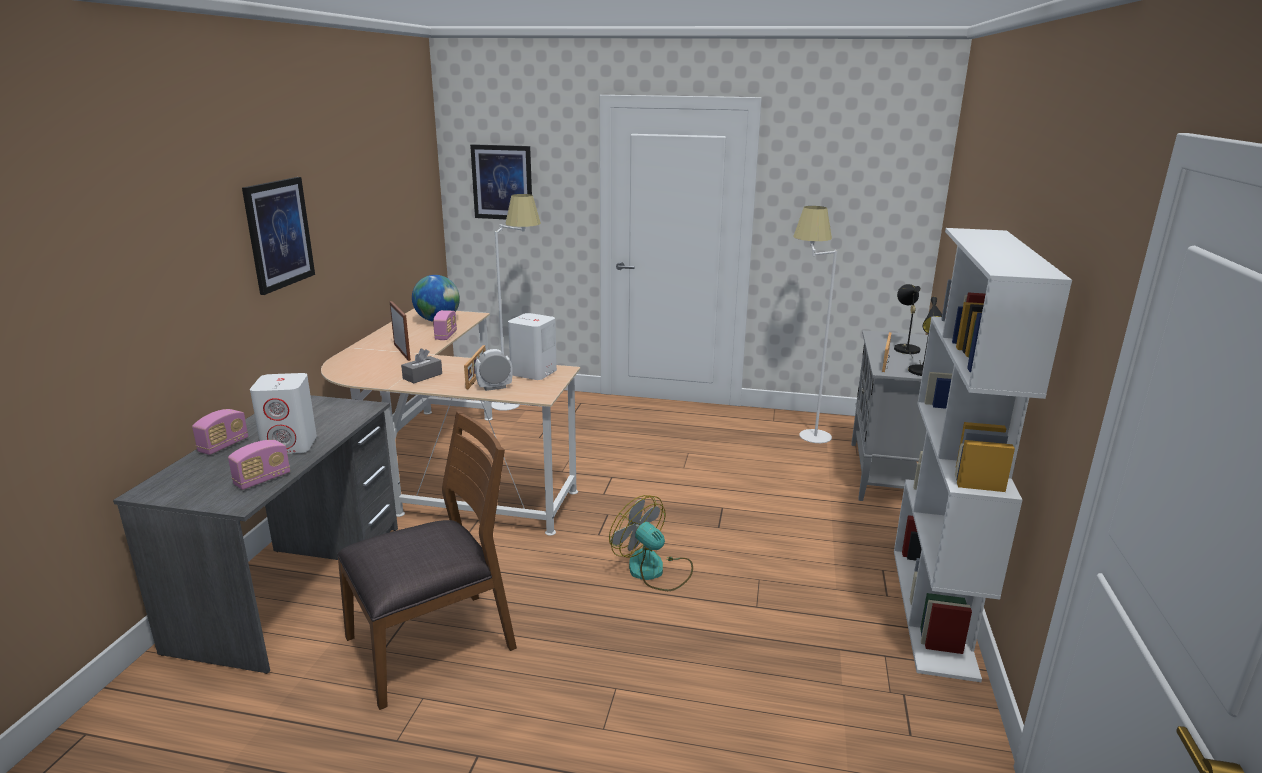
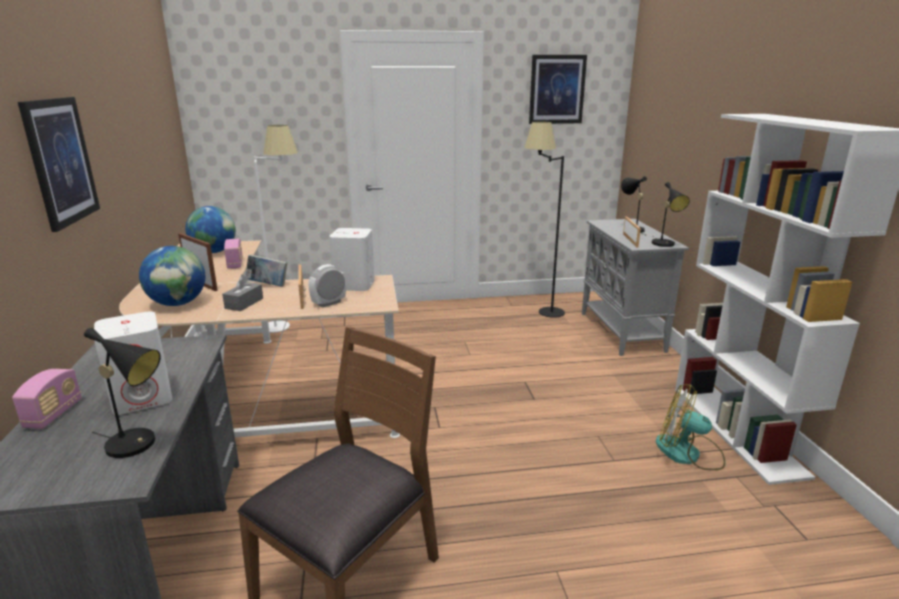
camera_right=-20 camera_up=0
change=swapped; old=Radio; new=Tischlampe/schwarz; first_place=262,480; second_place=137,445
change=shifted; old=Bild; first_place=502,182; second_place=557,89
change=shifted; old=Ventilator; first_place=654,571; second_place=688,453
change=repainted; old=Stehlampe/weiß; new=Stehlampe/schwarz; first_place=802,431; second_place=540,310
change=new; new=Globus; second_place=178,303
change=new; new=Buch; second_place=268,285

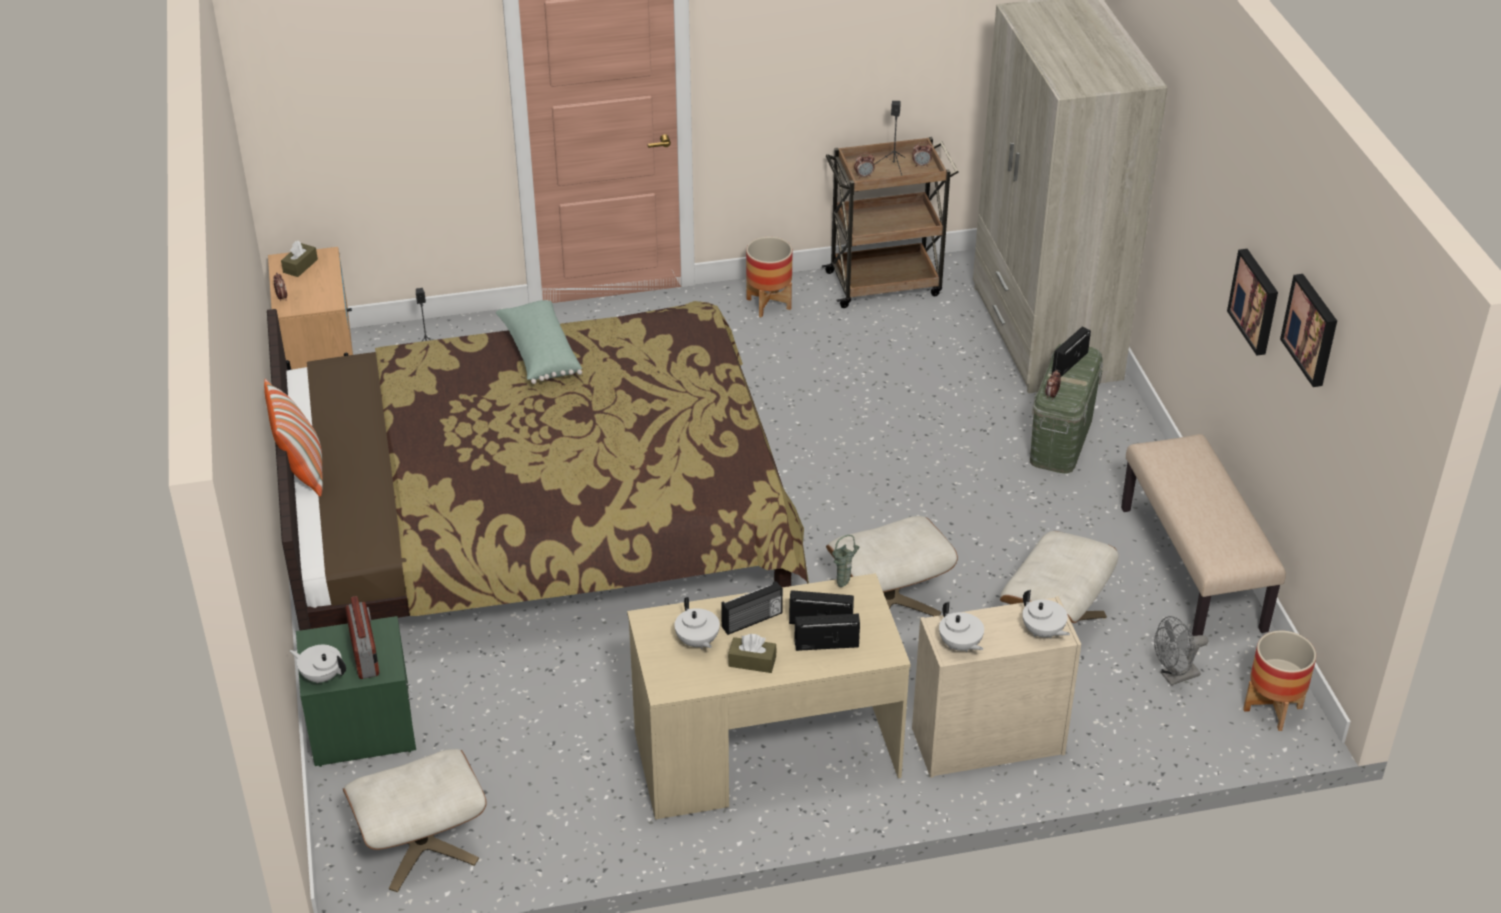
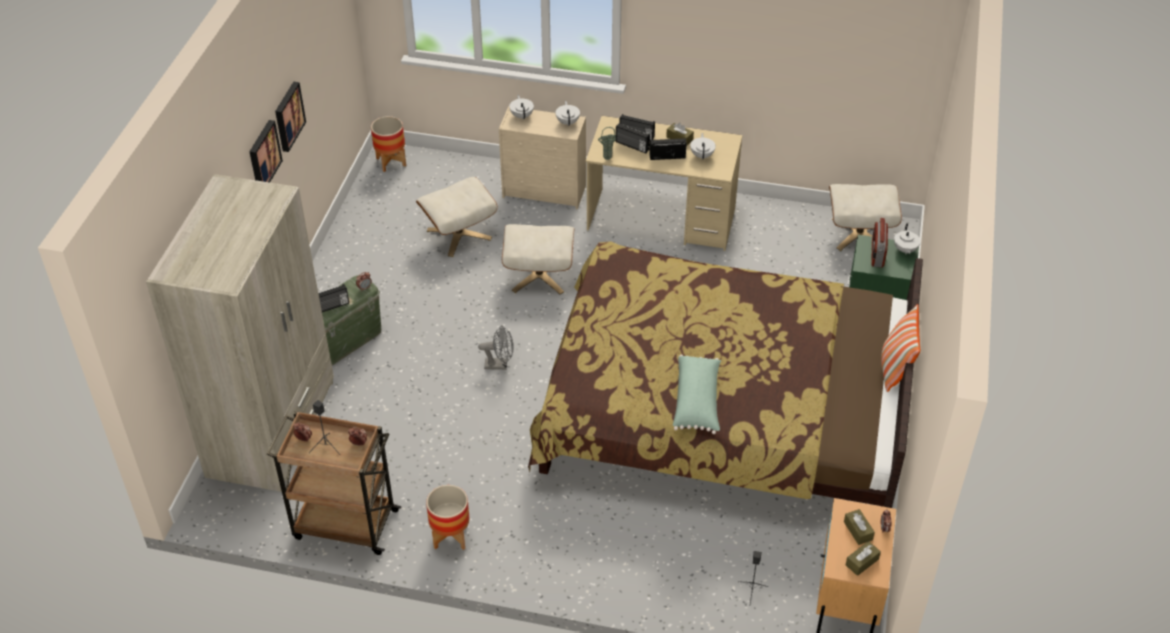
camera_right=-155 camera_up=5
change=rotated; old=Teekanne/weiß; first_place=321,675; second_place=904,250; degrees=45
change=gone; old=Bank/beige; first_place=1193,569
change=shifted; old=Ventilator/grau; first_place=1174,677; second_place=500,365
change=shifted; old=Bild; first_place=1312,329; second_place=263,155
change=new; new=Taschentuchbox/braun; second_place=858,531

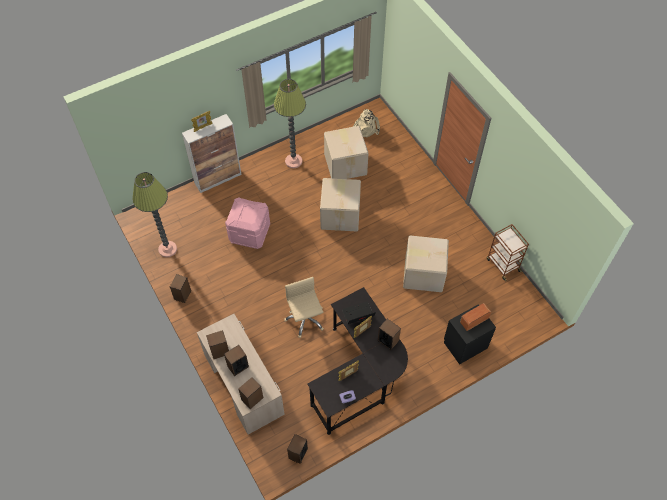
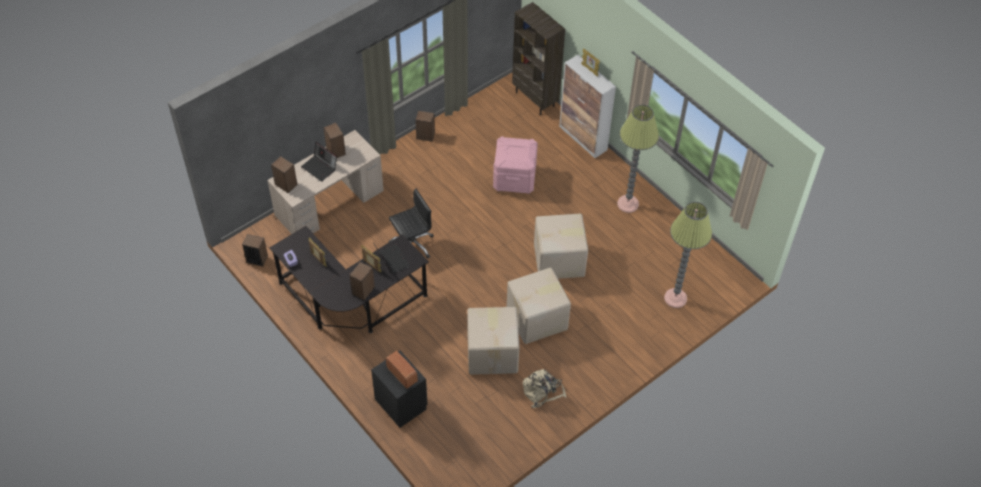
camera_right=80 camera_up=-5
change=shifted; old=Stehlampe; first_place=167,249; second_place=675,298
change=swapped; old=Lautsprecher; new=Laptop; first_place=238,366; second_place=320,167
change=repainted; old=Bürostuhl/beige; new=Bürostuhl/schwarz; first_place=305,319; second_place=412,244
change=shifted; old=Karton; first_place=346,164; second_place=538,319
change=shifted; old=Rucksack/beige; first_place=366,127; second_place=542,391
change=gone; old=Rollwagen/braun; first_place=502,264
change=new; new=Bücherregal/braun; second_place=535,99

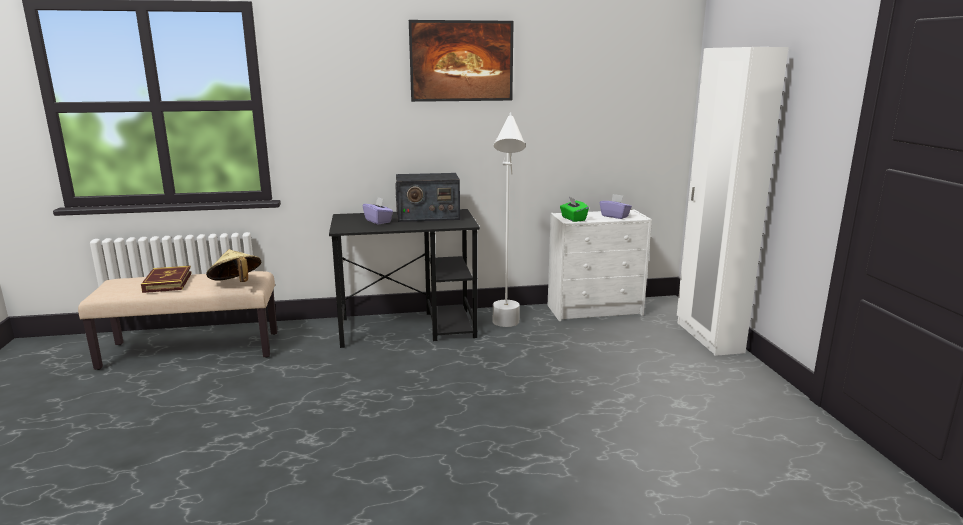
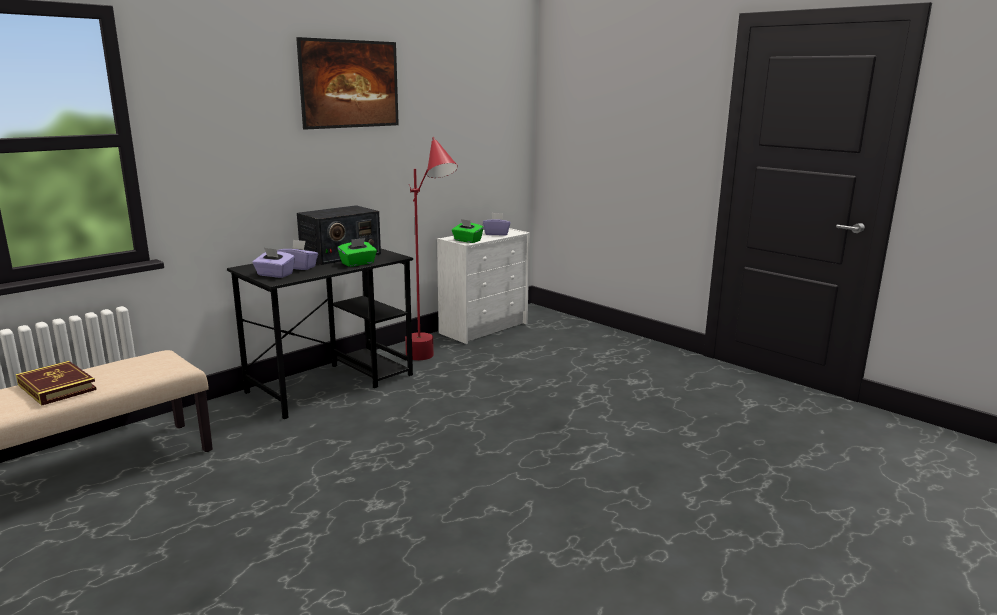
camera_right=-35 camera_up=0
change=gone; old=Hut/beige; first_place=236,284
change=repainted; old=Stehlampe/weiß; new=Stehlampe/rot; first_place=506,330; second_place=431,362
change=gone; old=Kleiderschrank/weiß; first_place=708,337
change=new; new=Taschentuchbox/lila; second_place=274,275
change=new; new=Taschentuchbox/grün; second_place=358,263

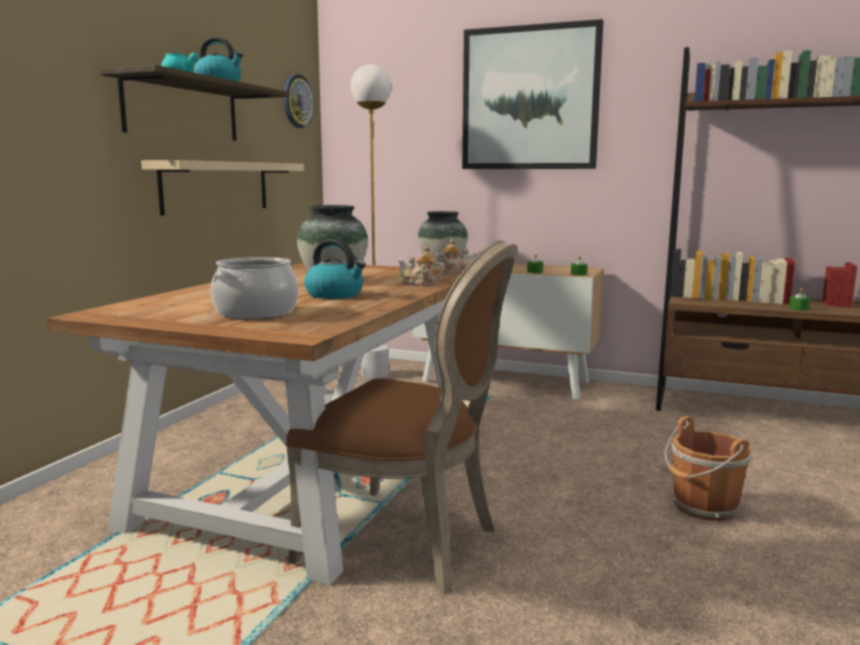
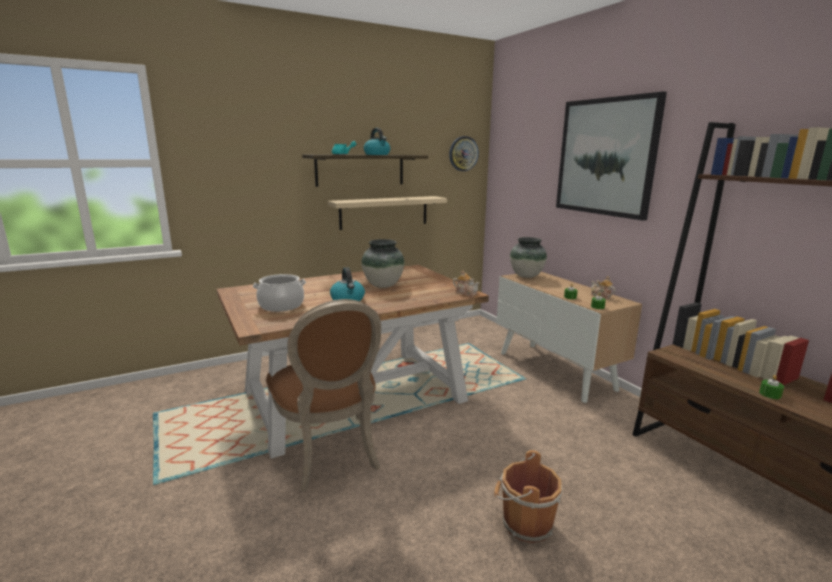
camera_right=40 camera_up=5
change=gone; old=Stehlampe/weiß; first_place=375,375
change=shifted; old=Teekanne; first_place=420,283; second_place=600,296

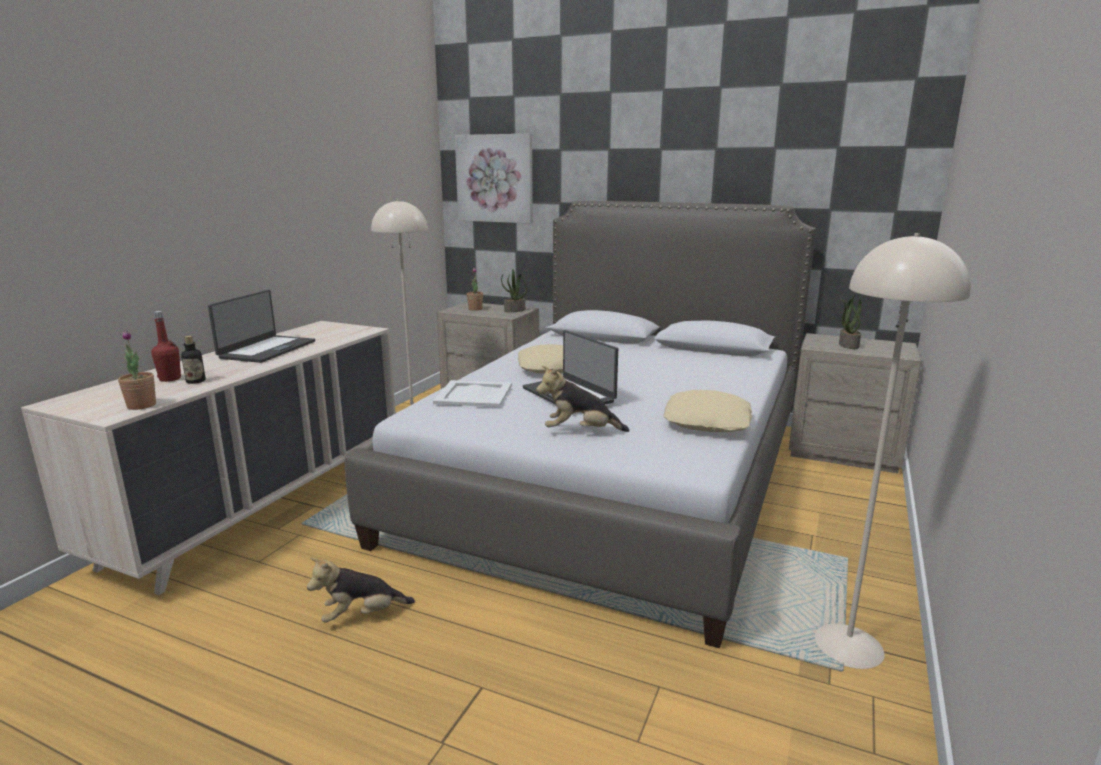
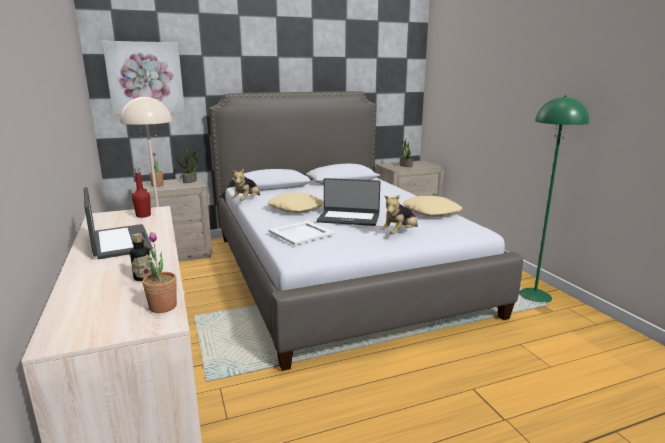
camera_right=-45 camera_up=0
change=shifted; old=Flasche/rot; first_place=170,379; second_place=143,215
change=shifted; old=Plüschtier; first_place=362,615; second_place=247,201
change=repainted; old=Stehlampe/beige; new=Stehlampe/grün; first_place=848,645; second_place=535,295

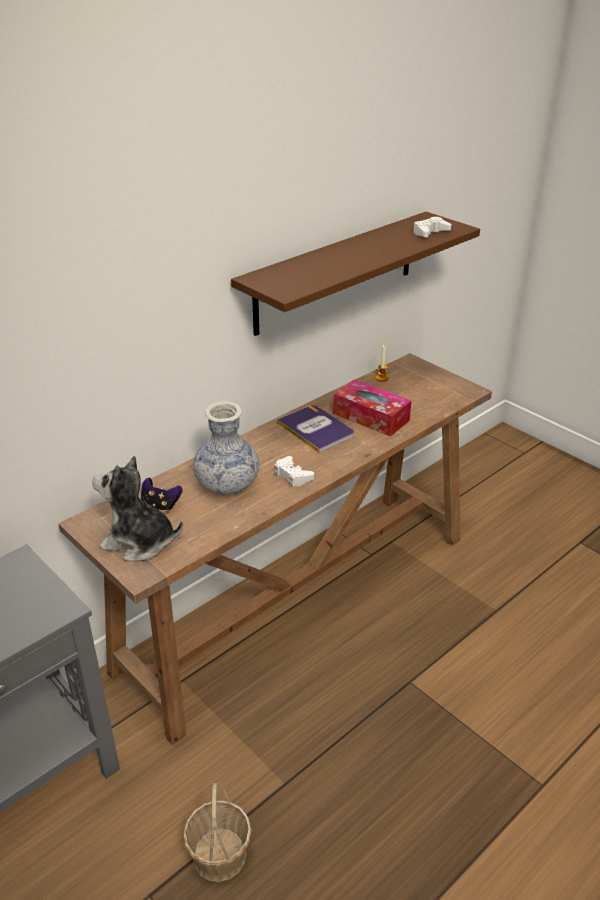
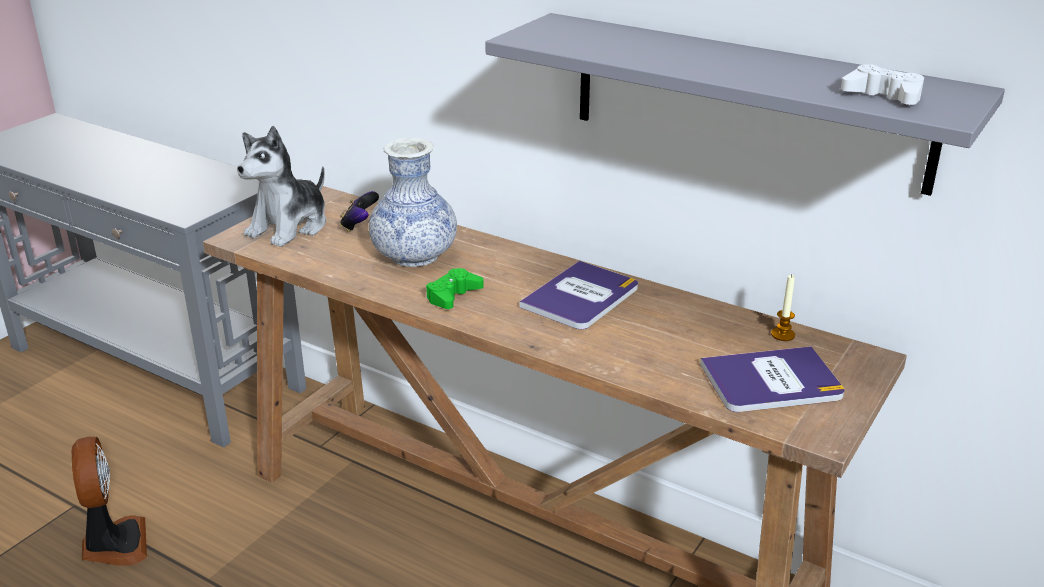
camera_right=75 camera_up=-5
change=rotated; old=Plüschtier; first_place=139,542; second_place=290,227; degrees=-150
change=swapped; old=Korb; new=Ventilator; first_place=219,855; second_place=114,544
change=repainted; old=Wandregal/braun; new=Wandregal/grau; first_place=336,272; second_place=748,101
change=repainted; old=Gamepad/weiß; new=Gamepad/grün; first_place=292,475; second_place=453,295
change=gone; old=Taschentuchbox; first_place=371,417
change=new; new=Buch; second_place=771,381

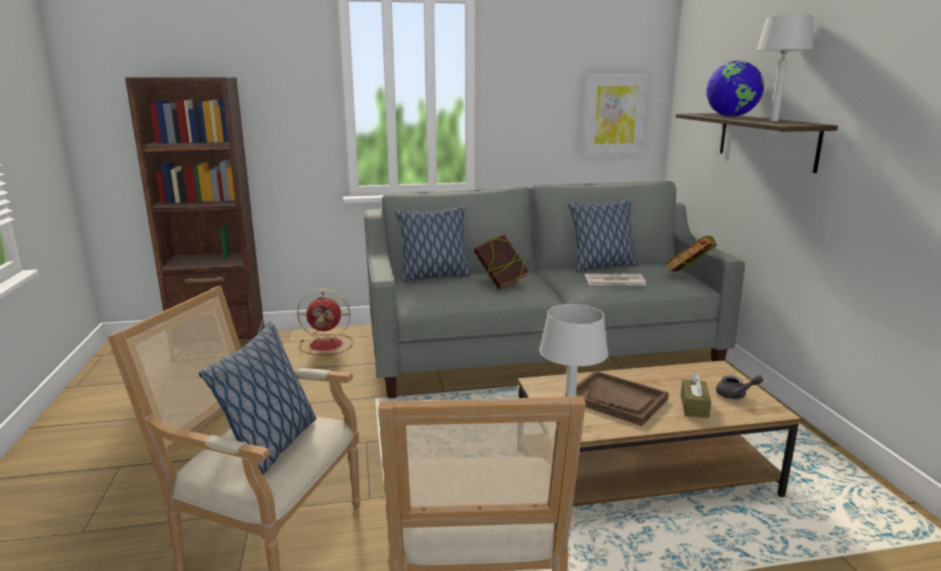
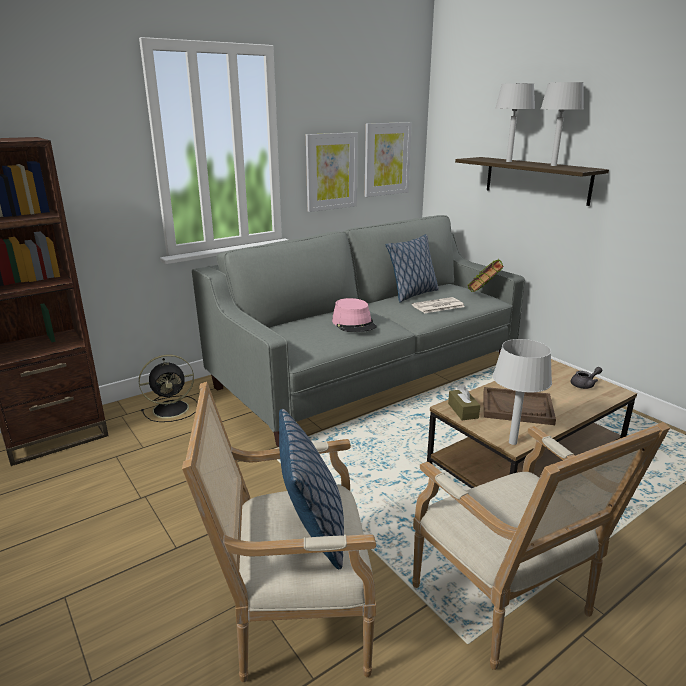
camera_right=-25 camera_up=5
change=repainted; old=Ventilator/rot; new=Ventilator/schwarz; first_place=327,345; second_place=172,409
change=gone; old=Kissen; first_place=434,276
change=swapped; old=Buch; new=Hut/rosa; first_place=500,284; second_place=354,324
change=shifted; old=Taschentuchbox/braun; first_place=694,406; second_place=463,410
change=swapped; old=Globus; new=Tischlampe/grau; first_place=731,116; second_place=509,161
change=new; new=Bild; second_place=331,171

